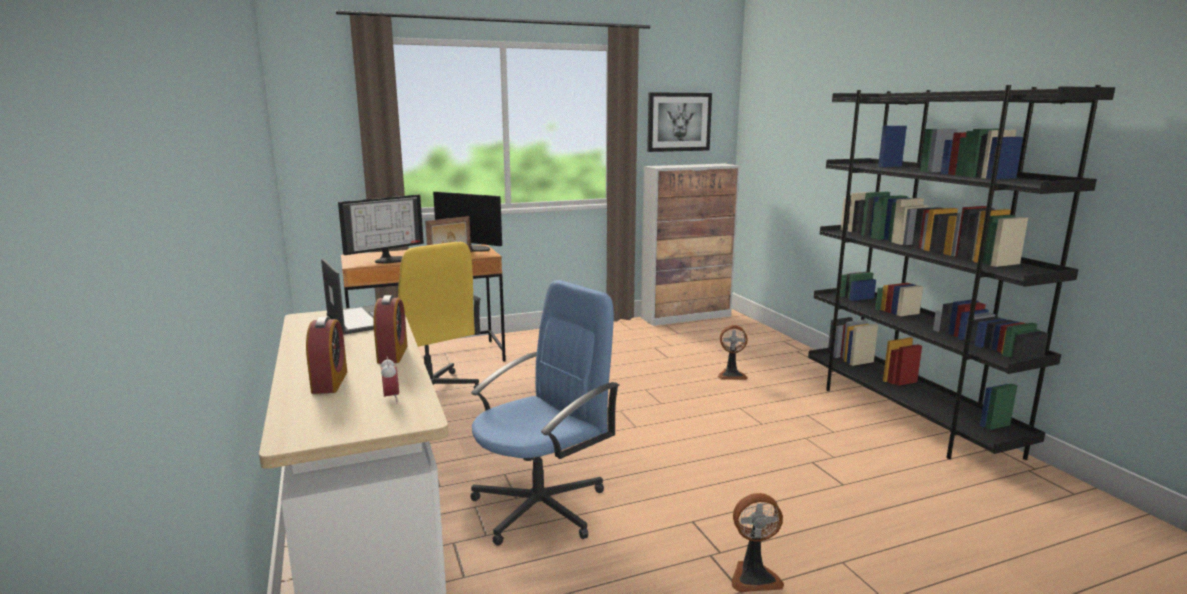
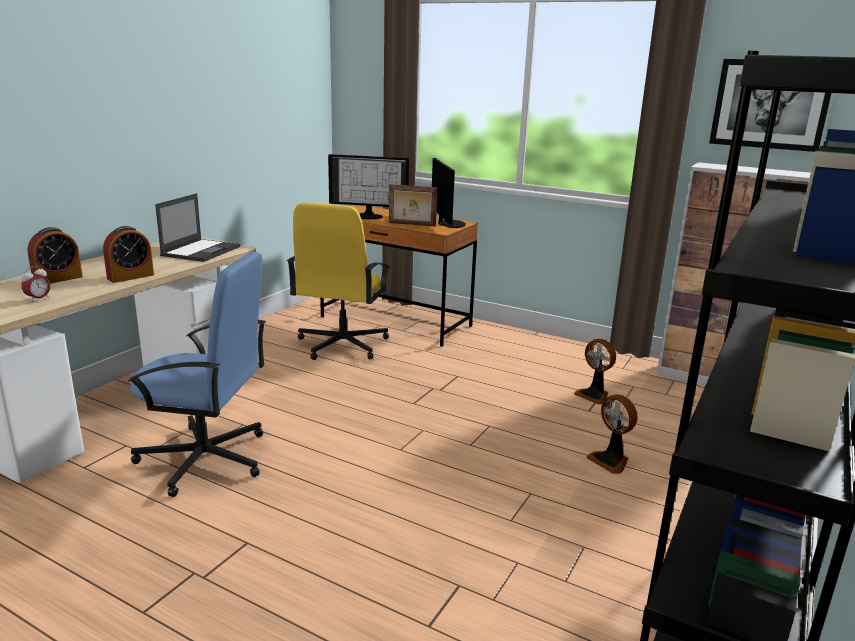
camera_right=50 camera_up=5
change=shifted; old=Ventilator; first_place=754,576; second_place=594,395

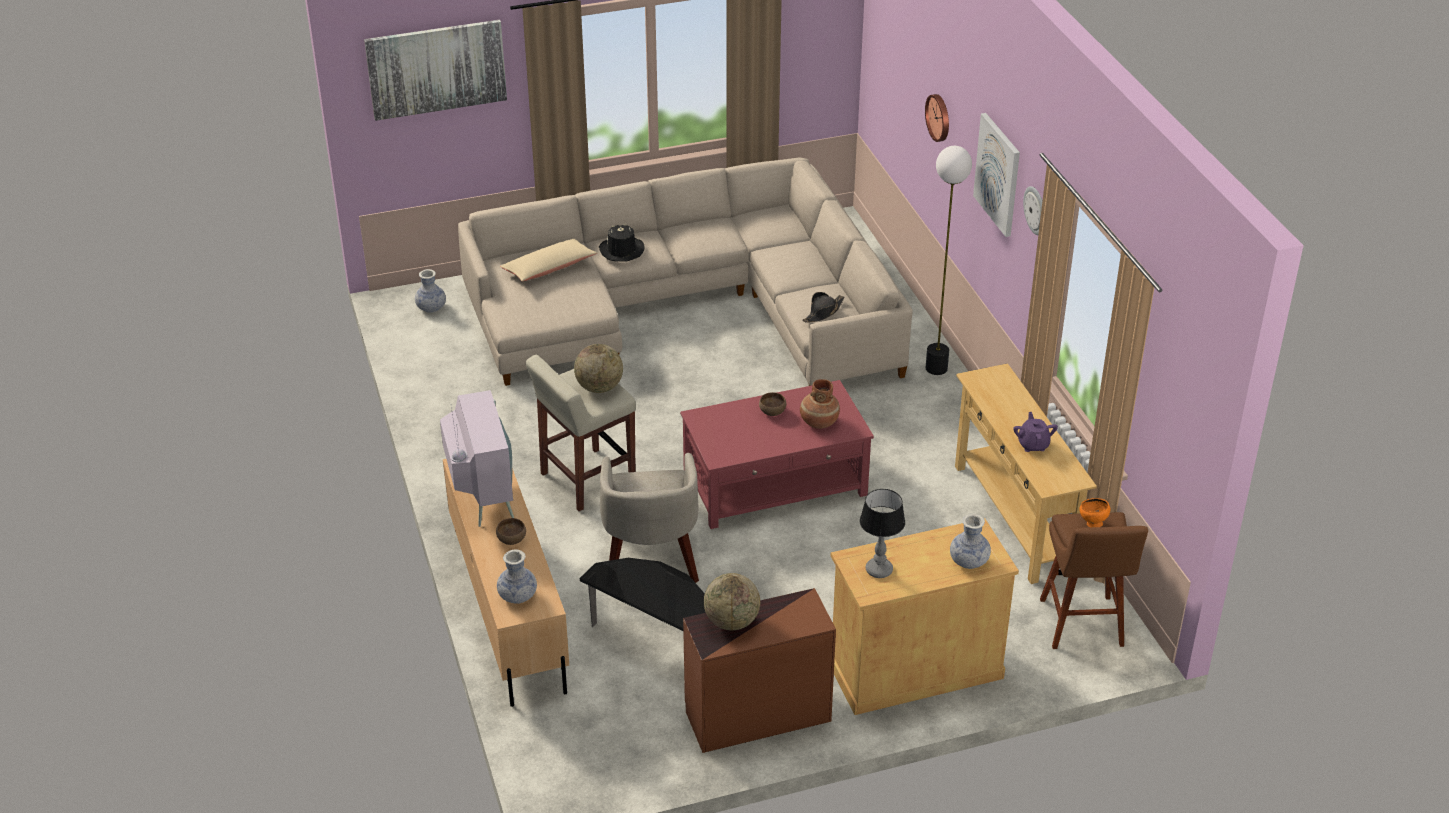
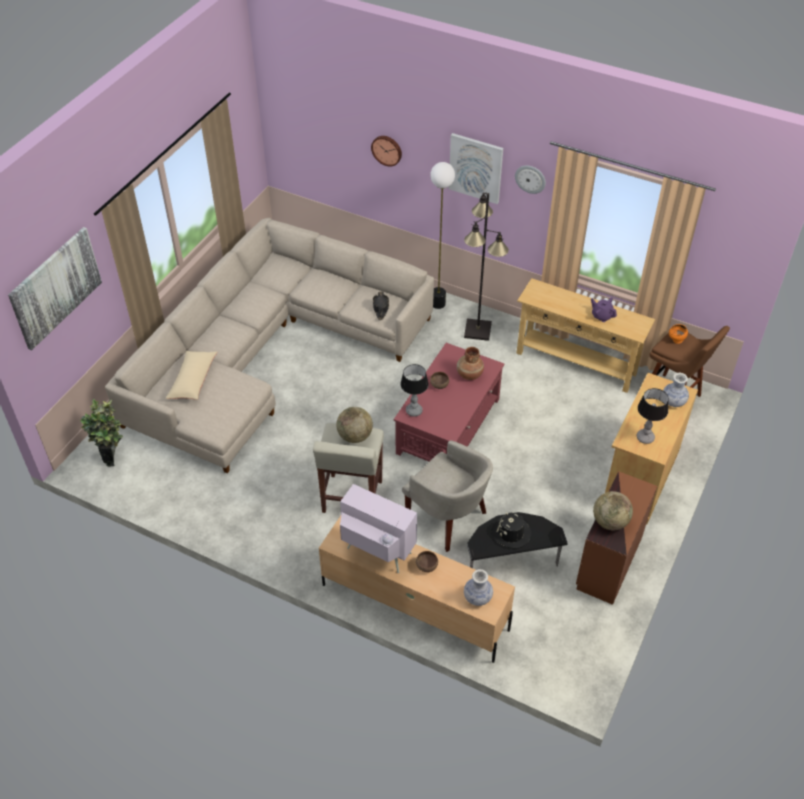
camera_right=-45 camera_up=10
change=swapped; old=Vase; new=Topfpflanze; first_place=431,308; second_place=112,454
change=shifted; old=Hut/schwarz; first_place=621,250; second_place=511,533
change=new; new=Tischlampe; second_place=414,410
change=new; new=Stehlampe/schwarz; second_place=478,330

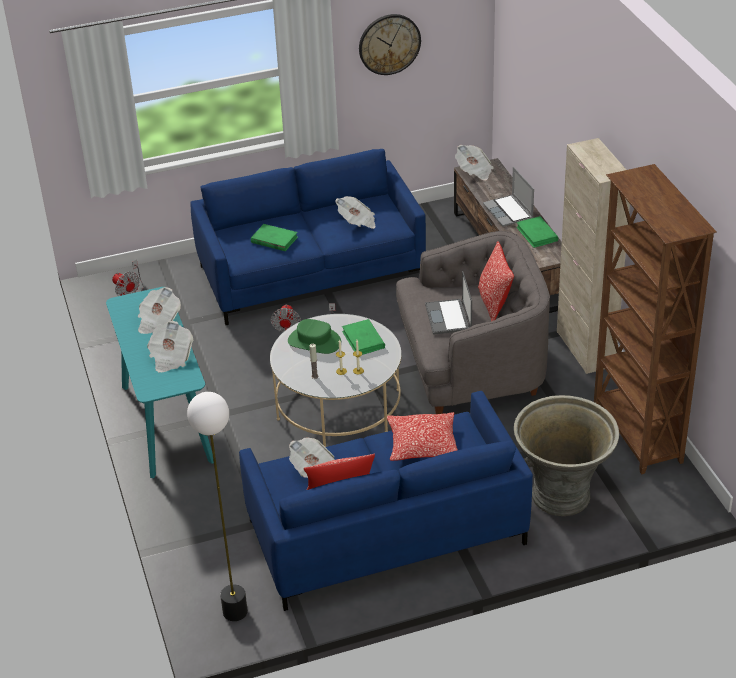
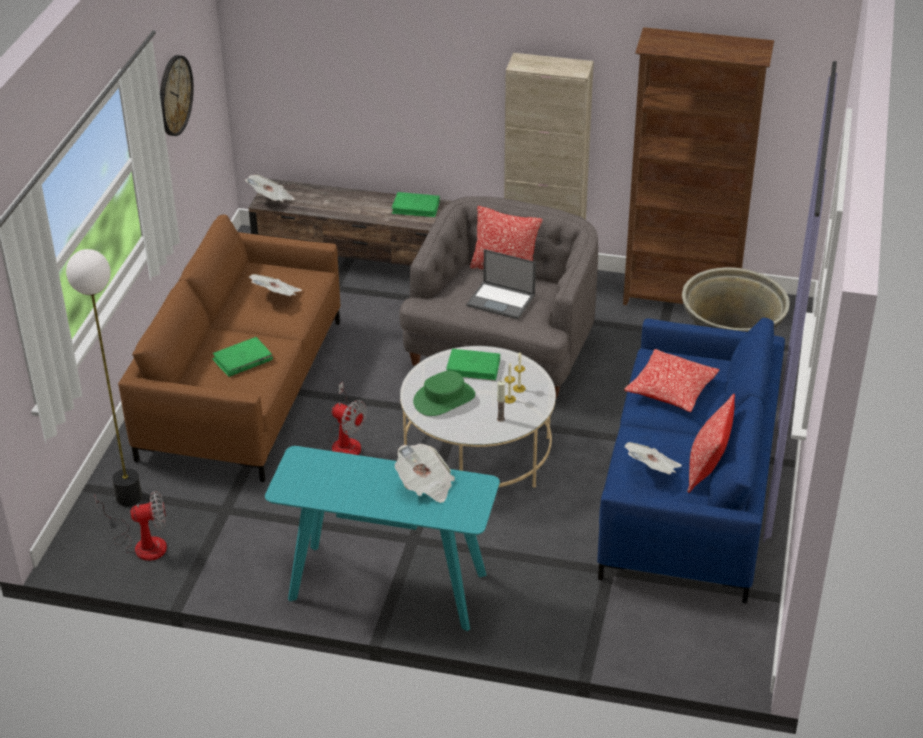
camera_right=-60 camera_up=0
change=gone; old=Zeitung; first_place=158,322
change=shifted; old=Stehlampe; first_place=234,612; second_place=129,498
change=repainted; old=Sofa/blau; new=Sofa/braun; first_place=311,273; second_place=243,388
change=gone; old=Laptop; first_place=509,212

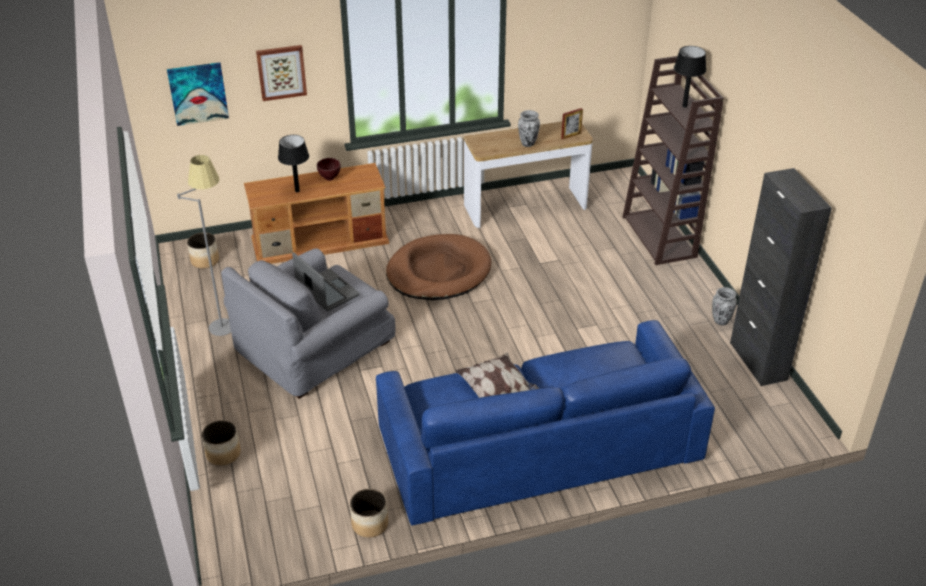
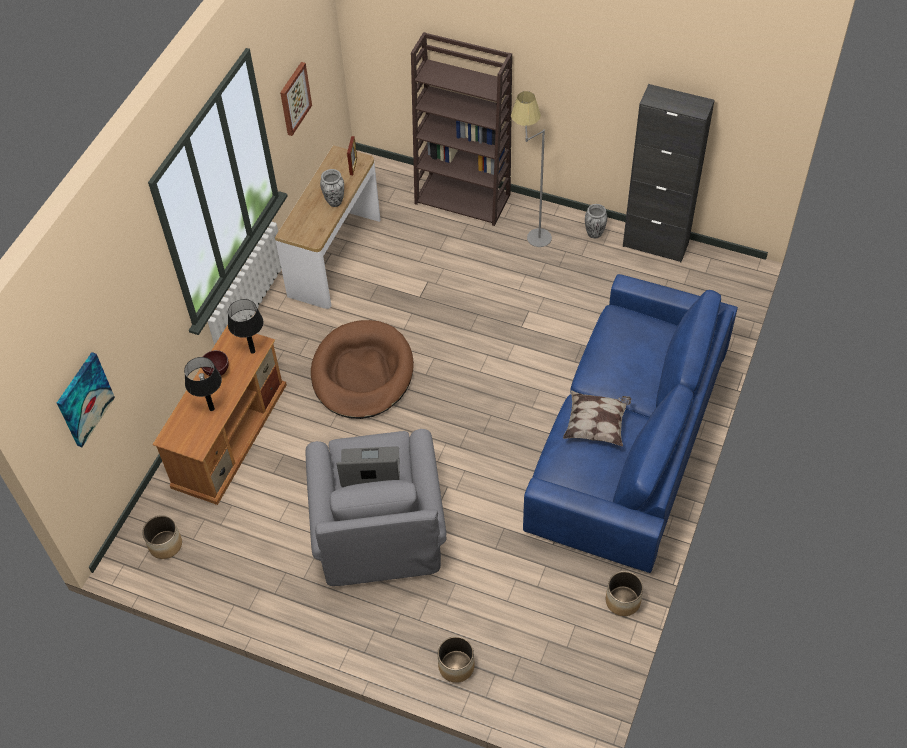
camera_right=-50 camera_up=15
change=shifted; old=Stehlampe/grau; first_place=223,319; second_place=529,232
change=shifted; old=Bild; first_place=281,72; second_place=294,98
change=shifted; old=Tischlampe/schwarz; first_place=684,106; second_place=253,351

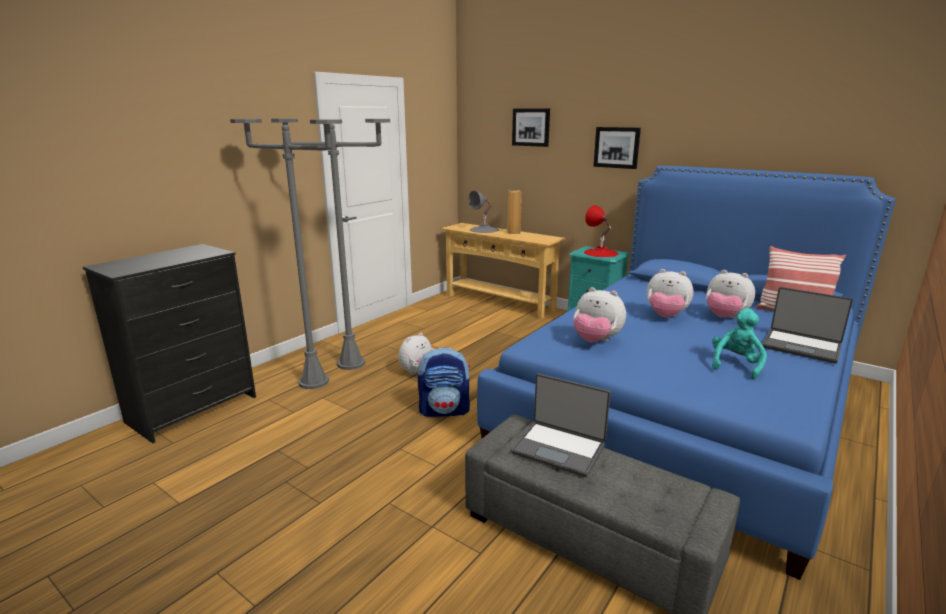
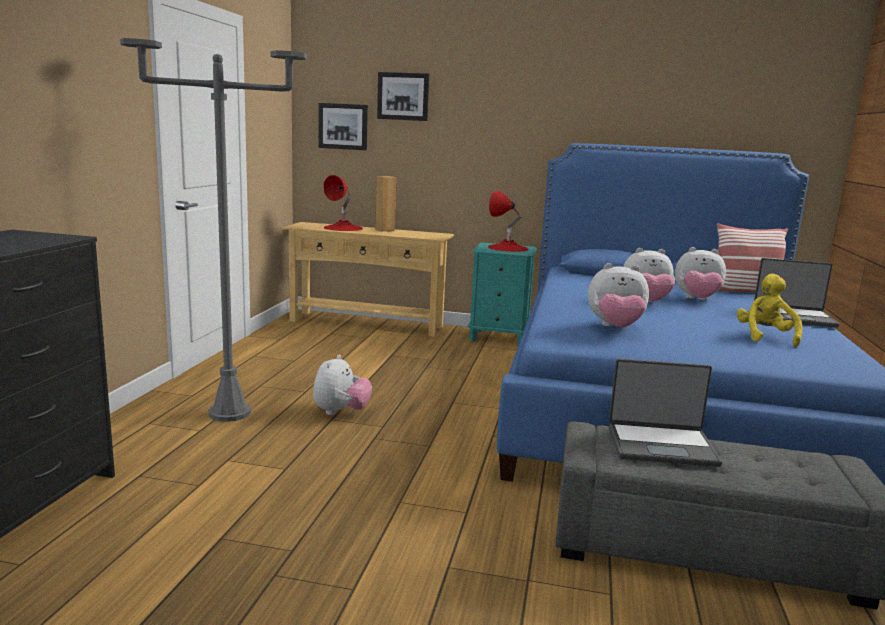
camera_right=-25 camera_up=-5
change=gone; old=Stehlampe/grau; first_place=314,382
change=gone; old=Rucksack; first_place=445,410
change=repainted; old=Tischlampe/grau; new=Tischlampe/rot; first_place=484,230; second_place=343,228
change=shifted; old=Bild; first_place=616,147; second_place=343,126
change=repainted; old=Plüschtier/türkis; new=Plüschtier/gelb; first_place=735,365; second_place=765,337

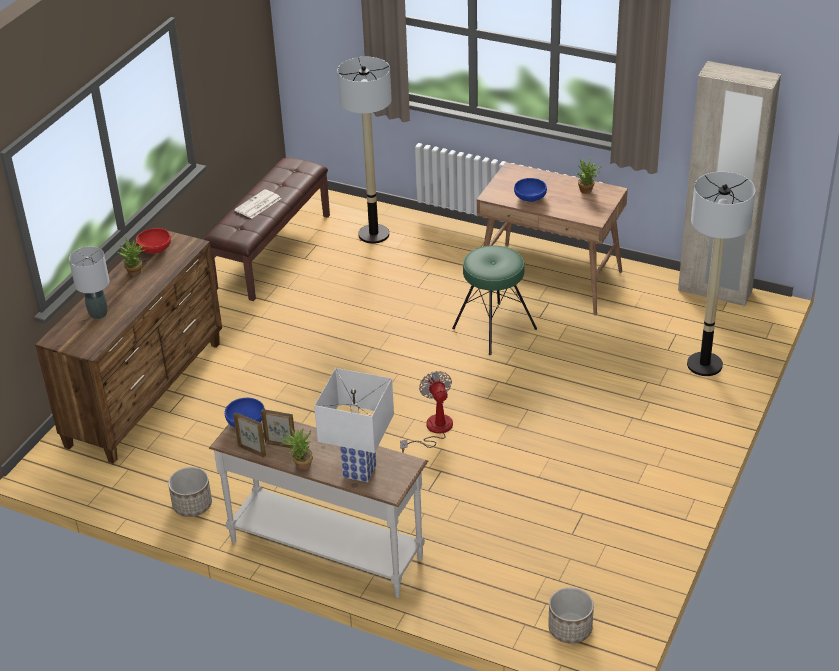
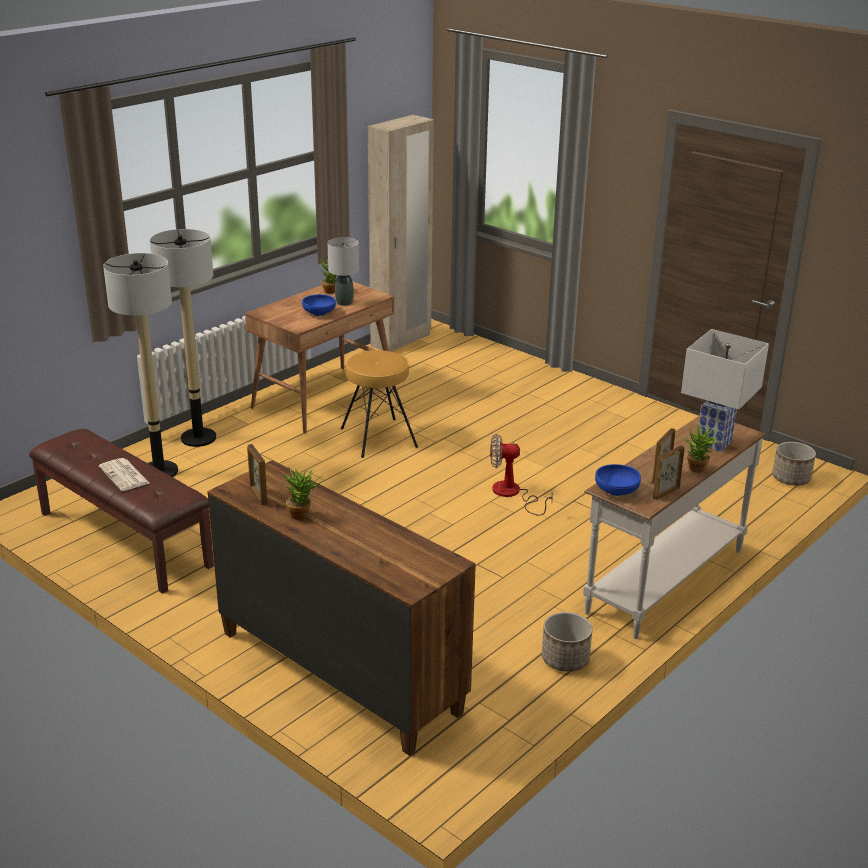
camera_right=-75 camera_up=-10
change=shifted; old=Tischlampe/grau; first_place=98,314; second_place=344,303
change=swapped; old=Schüssel/rot; new=Bilderrahmen; first_place=155,249; second_place=258,496
change=repainted; old=Hocker/grün; new=Hocker/braun; first_place=494,328; second_place=378,438
change=shifted; old=Stehlampe; first_place=704,365; second_place=199,438

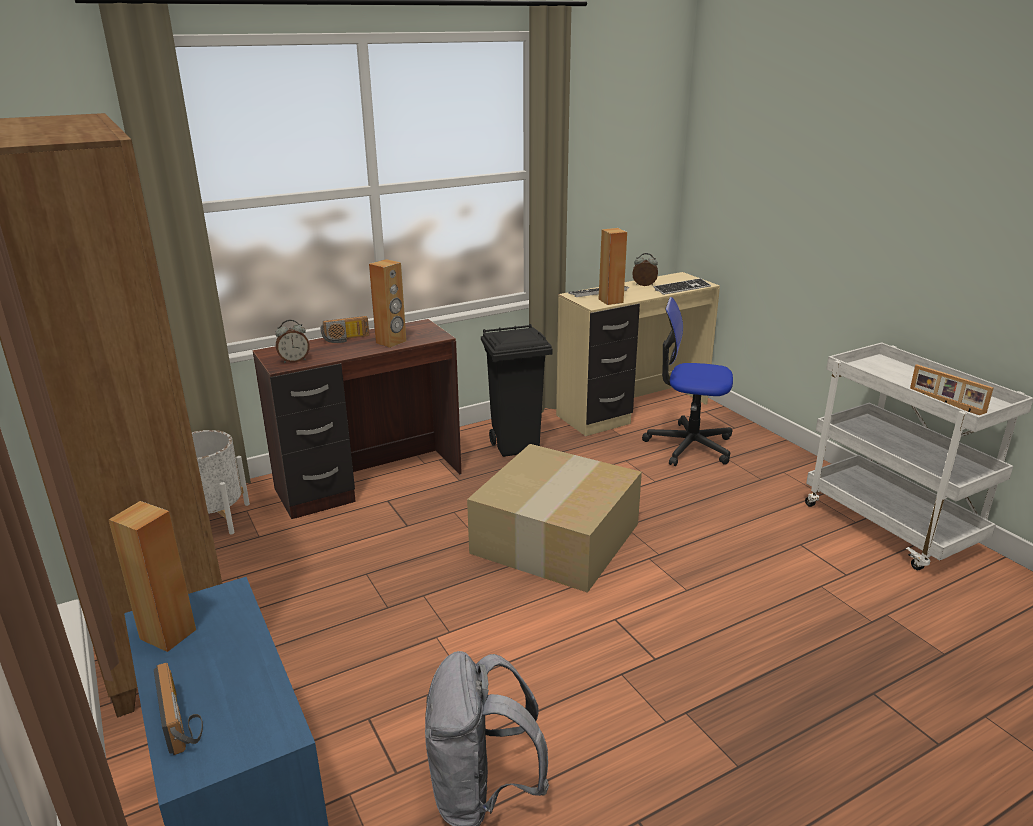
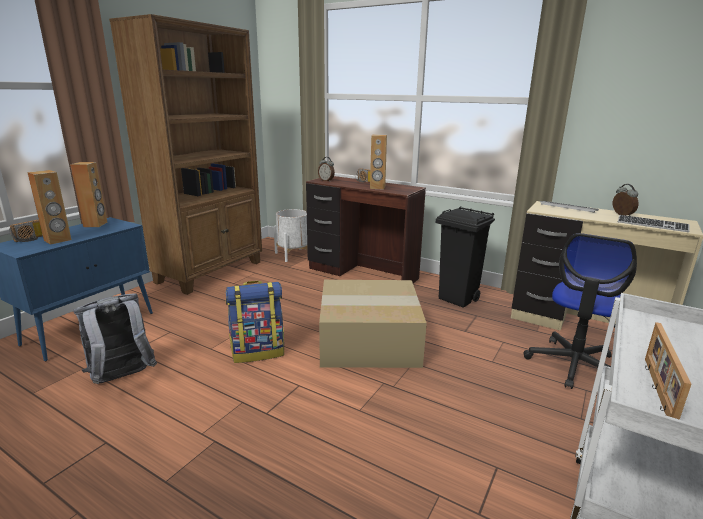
camera_right=60 camera_up=-5
change=shifted; old=Lautsprecher/braun; first_place=611,301; second_place=58,240
change=rotated; old=Bürostuhl; first_place=689,445; second_place=574,365; degrees=-135
change=new; new=Rucksack; second_place=258,351

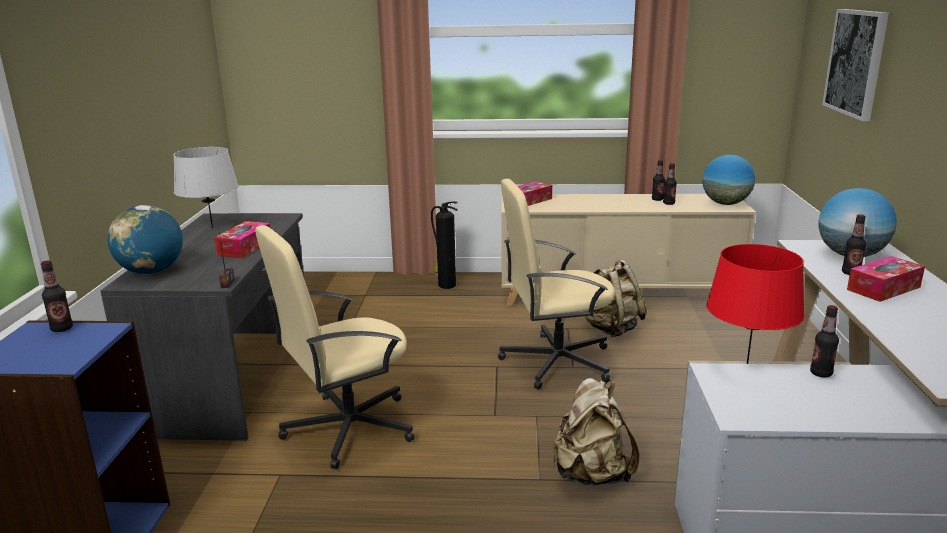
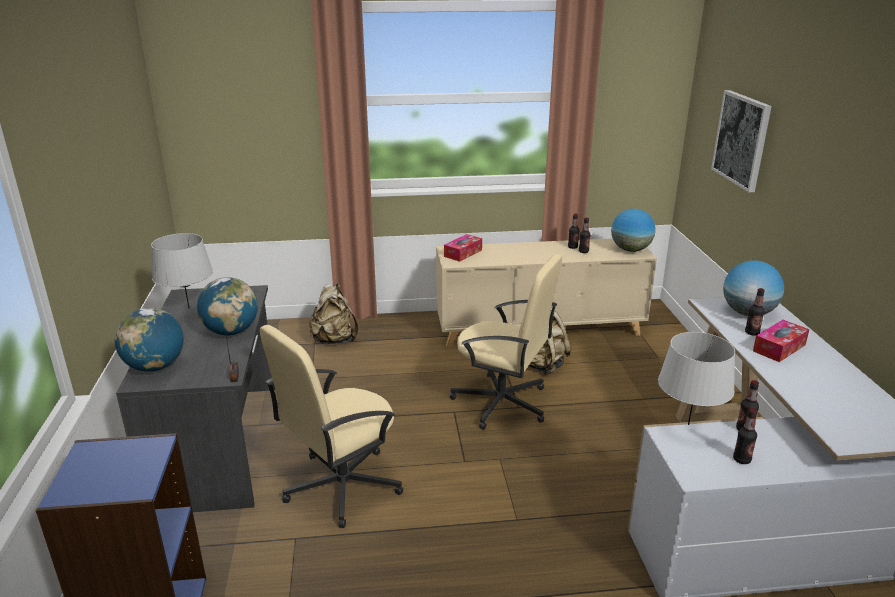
camera_right=-10 camera_up=5
change=shifted; old=Flasche; first_place=62,328; second_place=741,459
change=swapped; old=Taschentuchbox; new=Globus; first_place=245,247; second_place=231,331
change=gone; old=Feuerlöscher; first_place=446,285
change=rotated; old=Bürostuhl/beige; first_place=555,361; second_place=502,403; degrees=-135
change=shifted; old=Rucksack/beige; first_place=591,474; second_place=334,340
change=repainted; old=Tischlampe/rot; new=Tischlampe/grau; first_place=747,363; second_place=688,424

